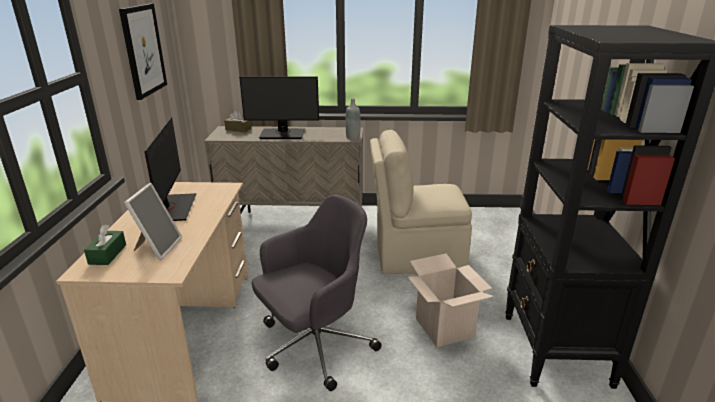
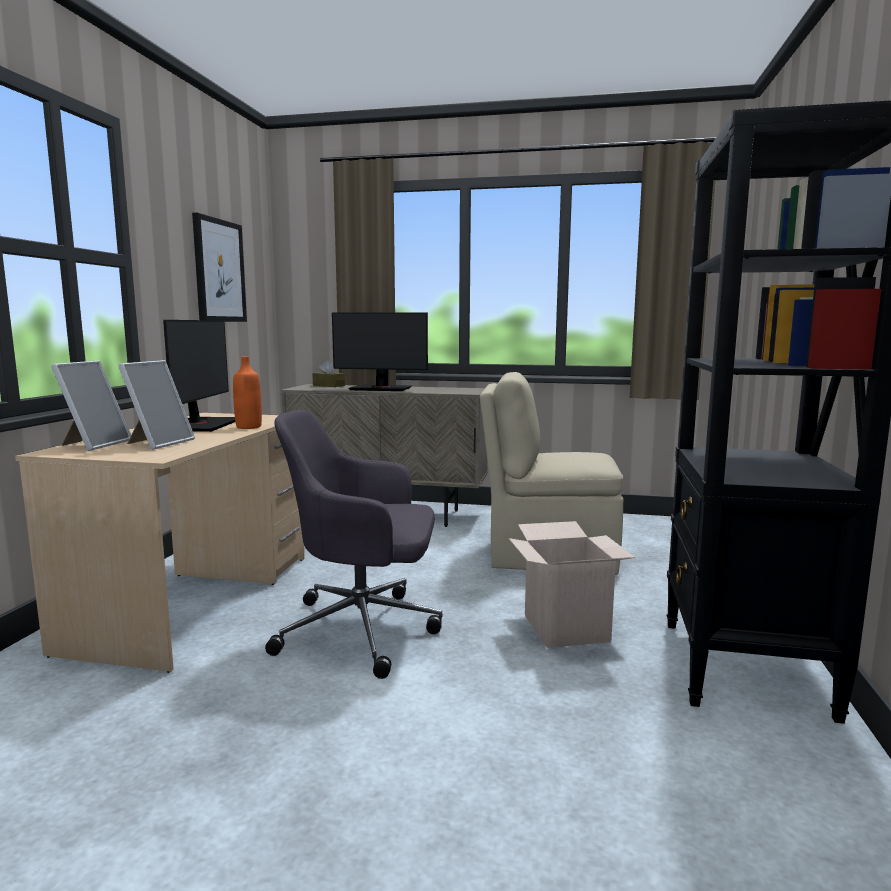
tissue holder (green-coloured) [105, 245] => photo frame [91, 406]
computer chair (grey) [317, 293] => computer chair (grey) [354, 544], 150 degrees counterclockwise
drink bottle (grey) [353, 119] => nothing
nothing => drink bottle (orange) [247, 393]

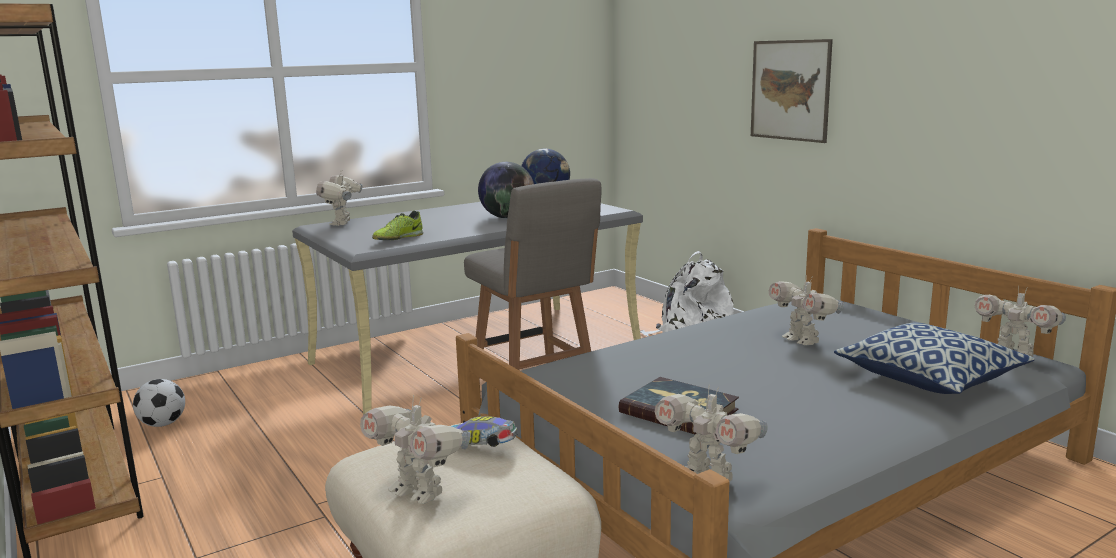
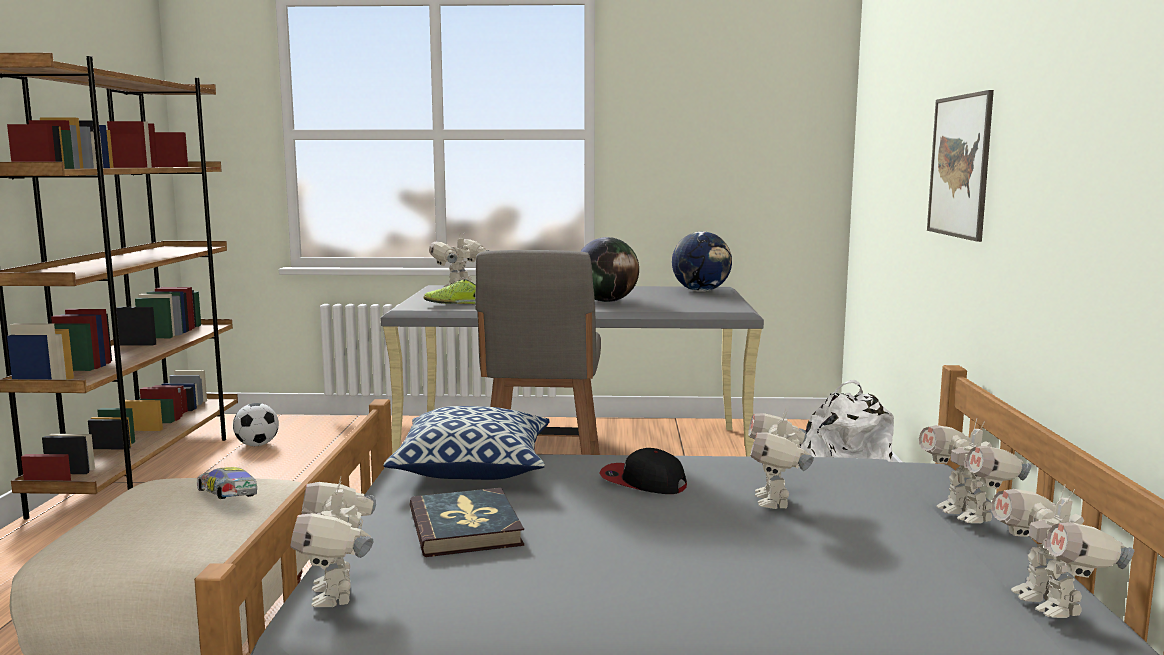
robot figure [415, 449] => robot figure [975, 471], move
pillow [934, 358] => pillow [467, 443], move
nothing => baseball cap [643, 471]

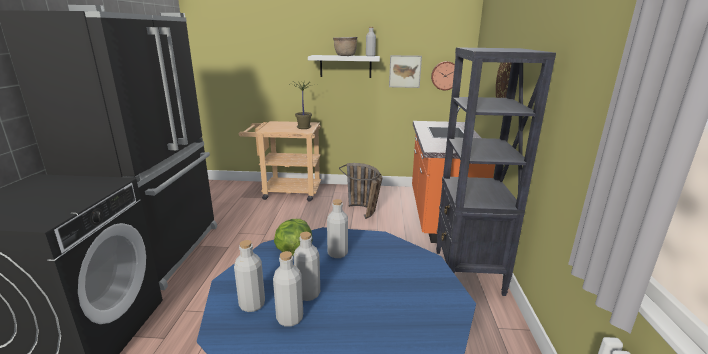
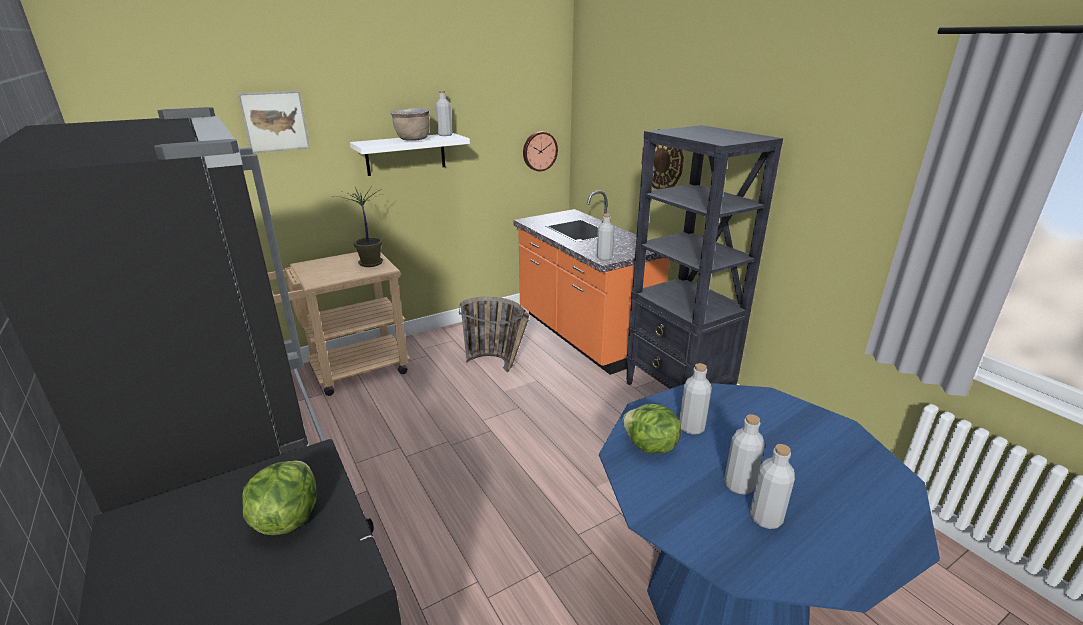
drink bottle (grey) [249, 276] => drink bottle (grey) [605, 237], move
wall art [405, 71] => wall art [274, 122], move
nothing => head of lettuce [279, 498]

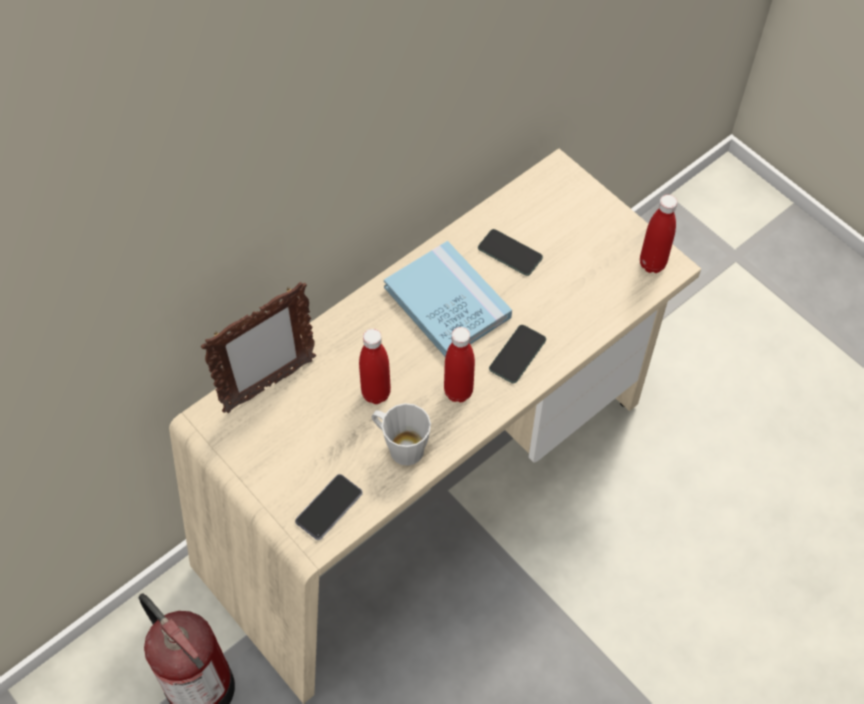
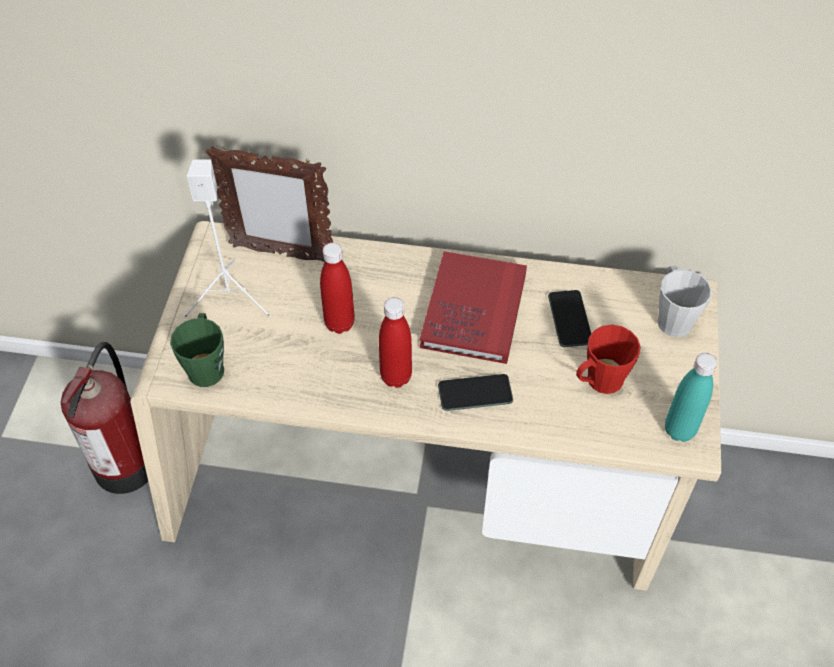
handset [329, 507] => mug (green-coloured) [197, 350]
mug (grey) [401, 434] => mug (grey) [684, 301], move
bound book (blue) [448, 299] => bound book (red-coloured) [473, 307]
drink bottle (red-coloured) [658, 234] => drink bottle (turquoise) [691, 397]
nothing => speaker (white) [227, 238]
nothing => mug (red-coloured) [608, 359]

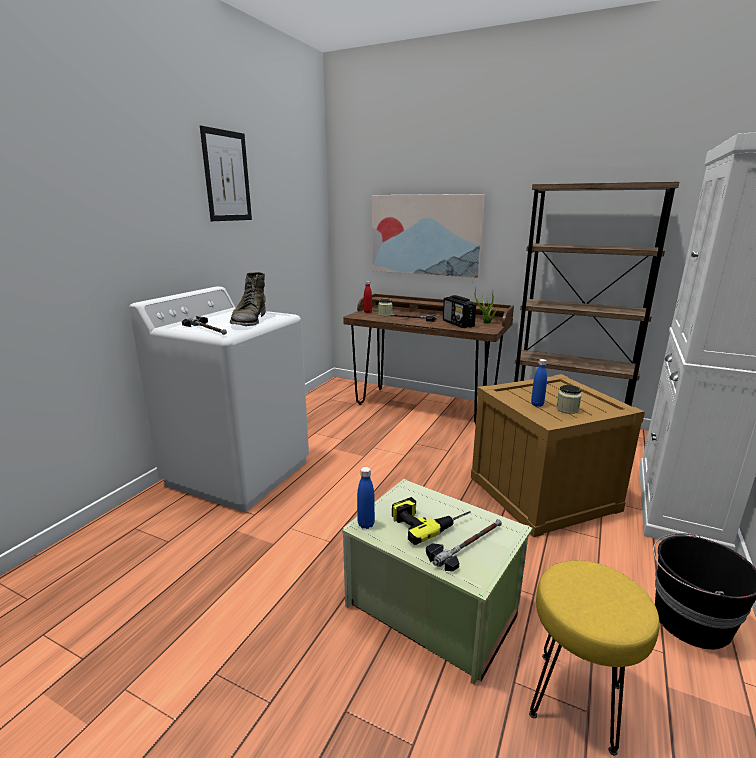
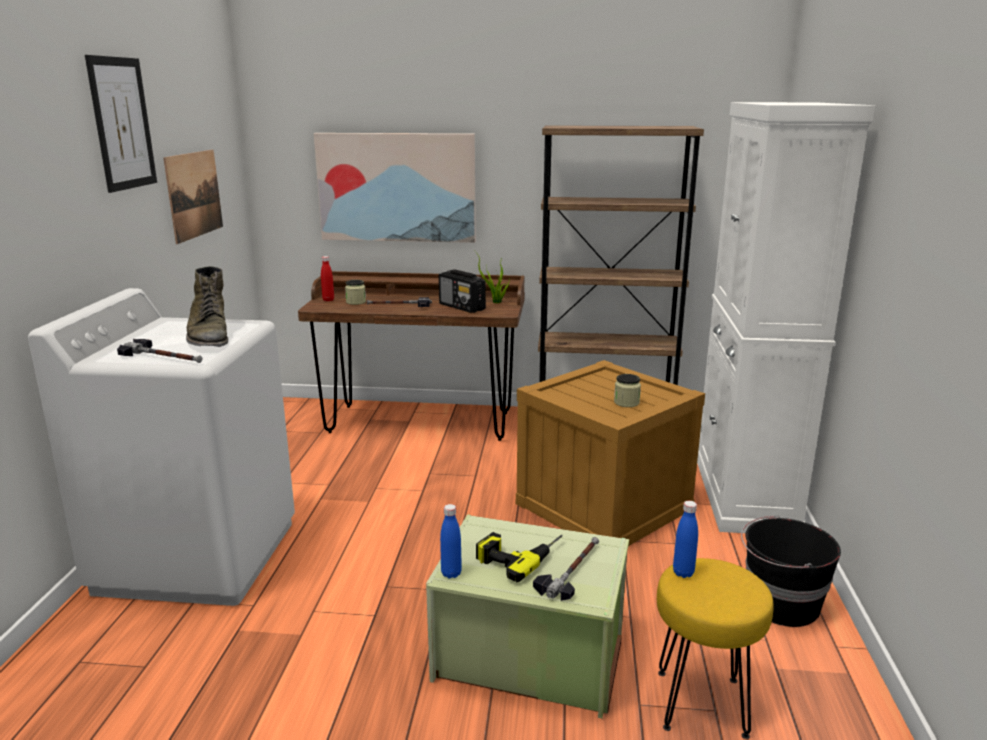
drink bottle (blue) [539, 383] => drink bottle (blue) [685, 539], move
nothing => wall art [193, 197]

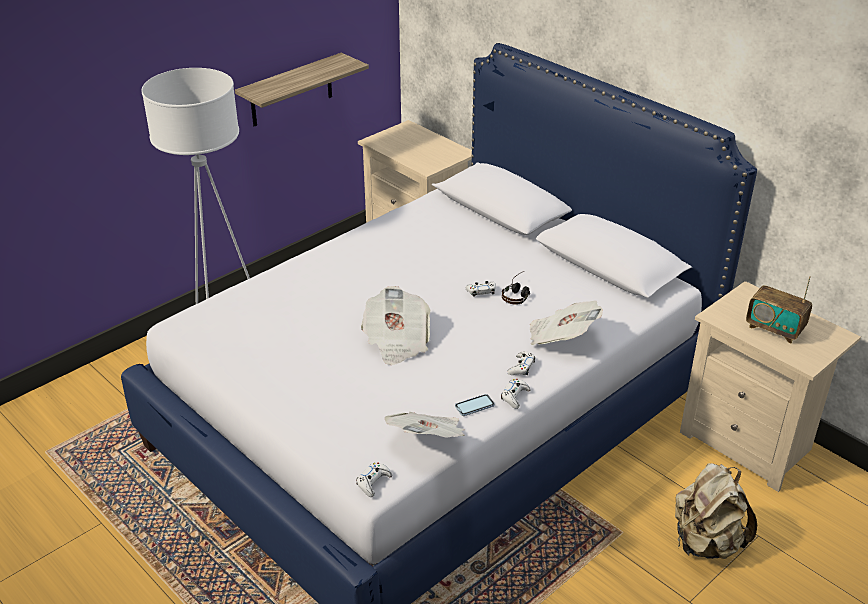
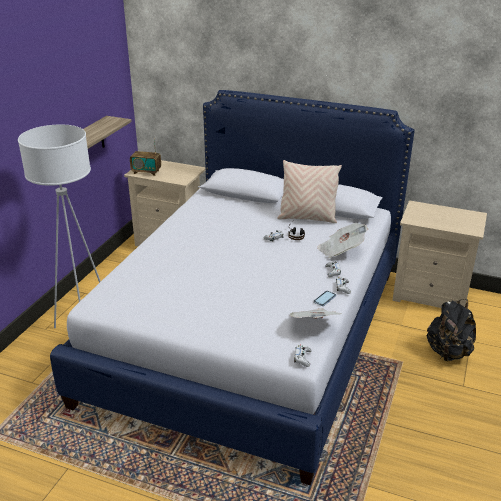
daily paper [395, 325] => nothing
knapsack (beige-coloured) [716, 511] => knapsack (blackish) [451, 330]
radio set [779, 309] => radio set [145, 157], move
nothing => pillow (beige-coloured) [309, 191]

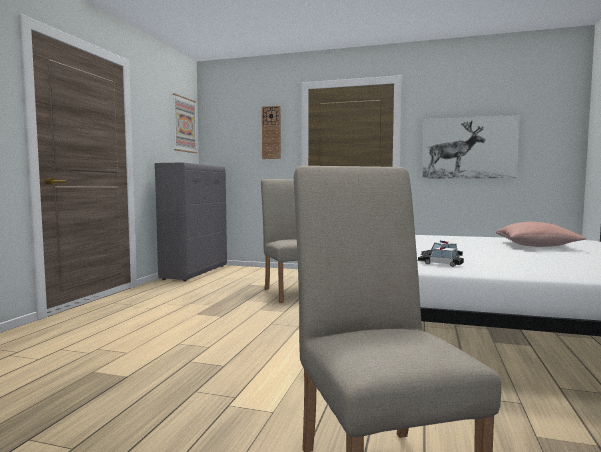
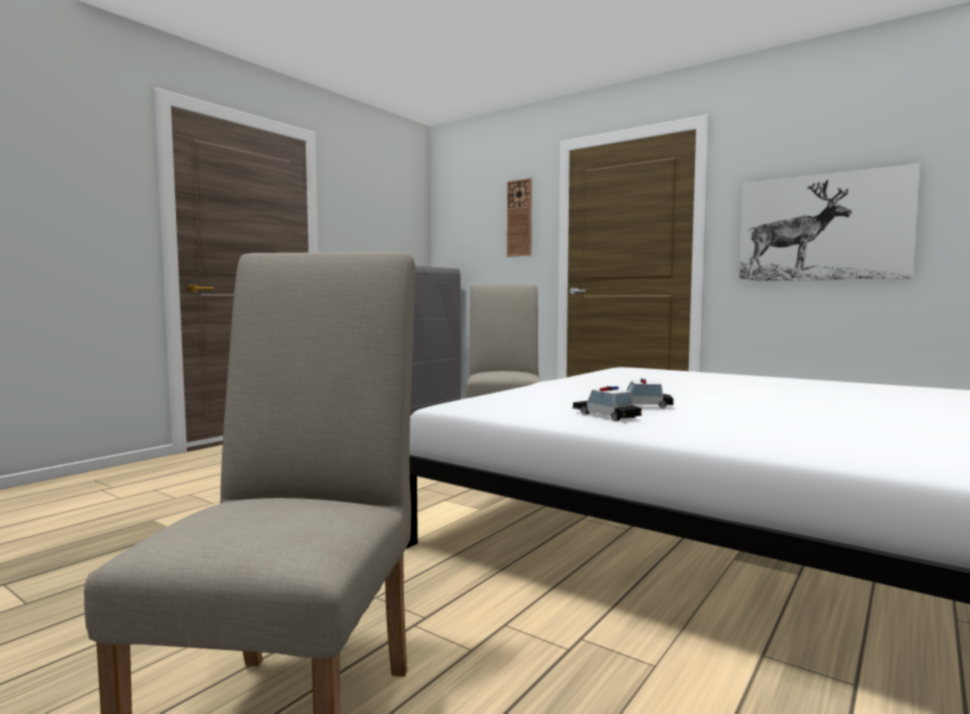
wall art [185, 123] => nothing
pillow (pink-coloured) [540, 234] => nothing

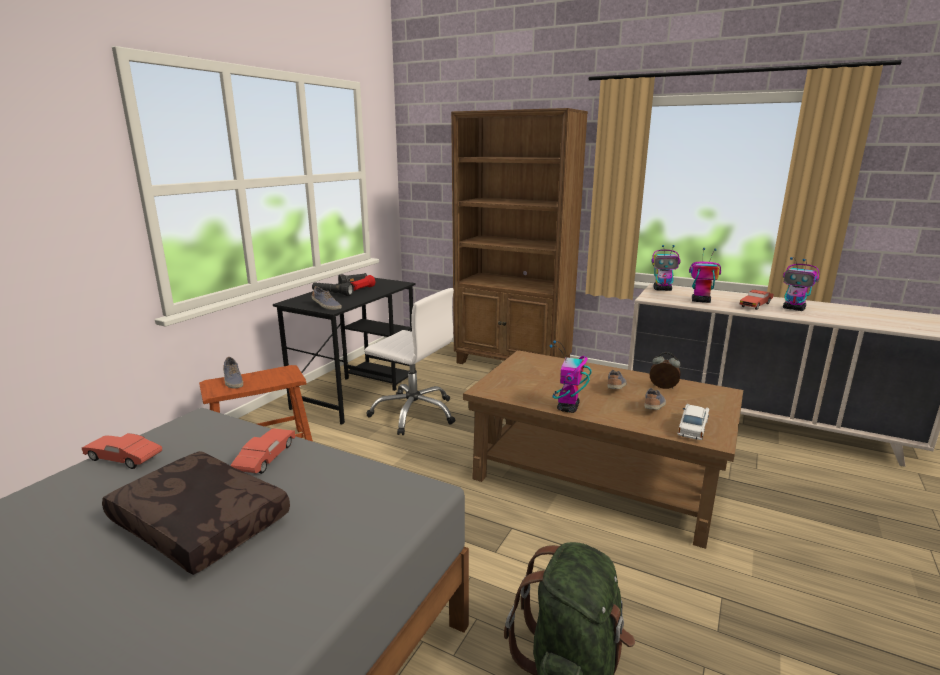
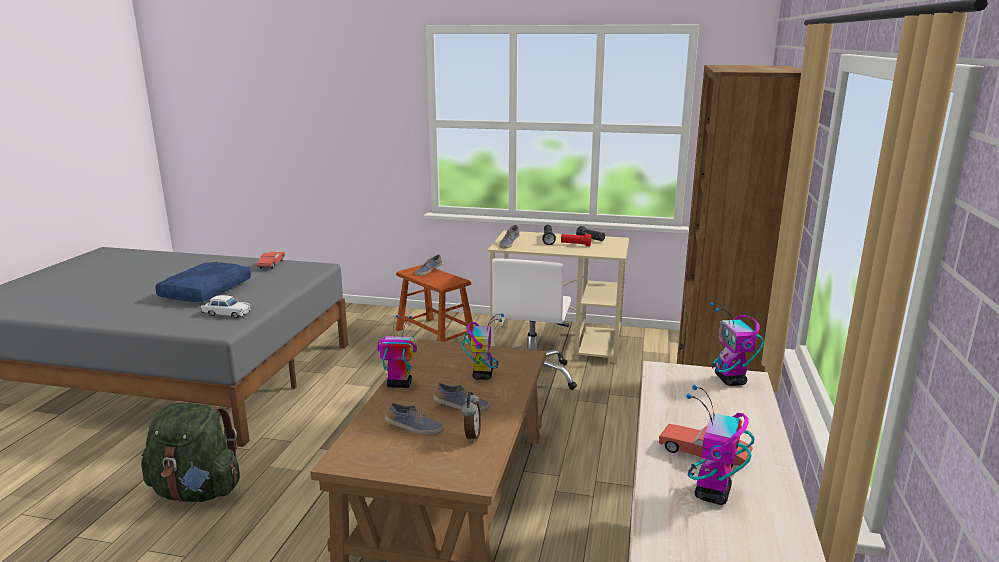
pillow (brownish) [196, 513] => pillow (blue) [203, 282]
toy car (red-coloured) [262, 451] => nothing
desk (blackish) [344, 351] => desk (beige-coloured) [558, 297]
toy car (white) [693, 422] => toy car (white) [225, 306], move
robot figure [705, 275] => robot figure [483, 347], move

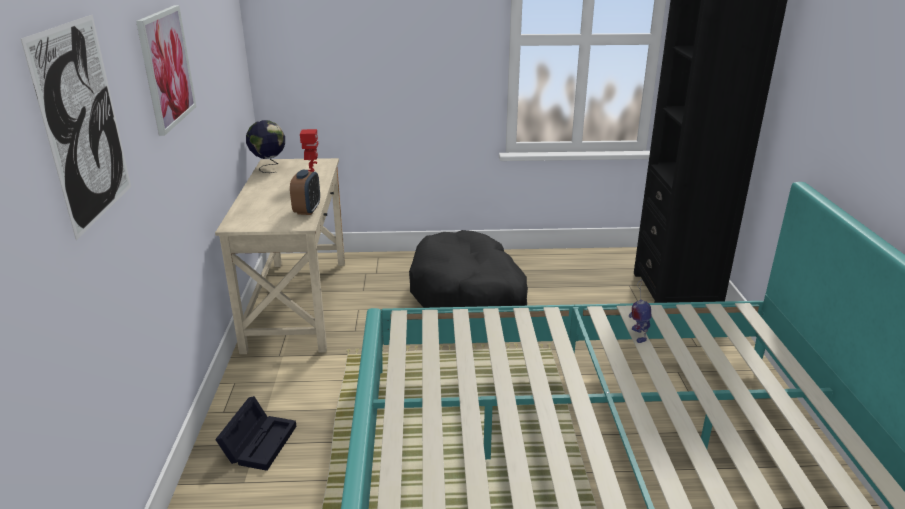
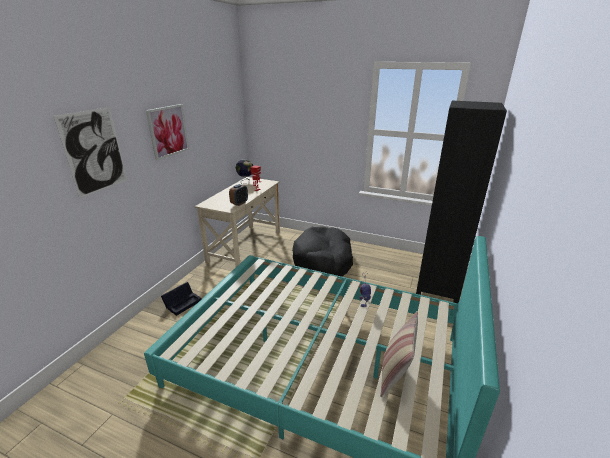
nothing => pillow [399, 354]

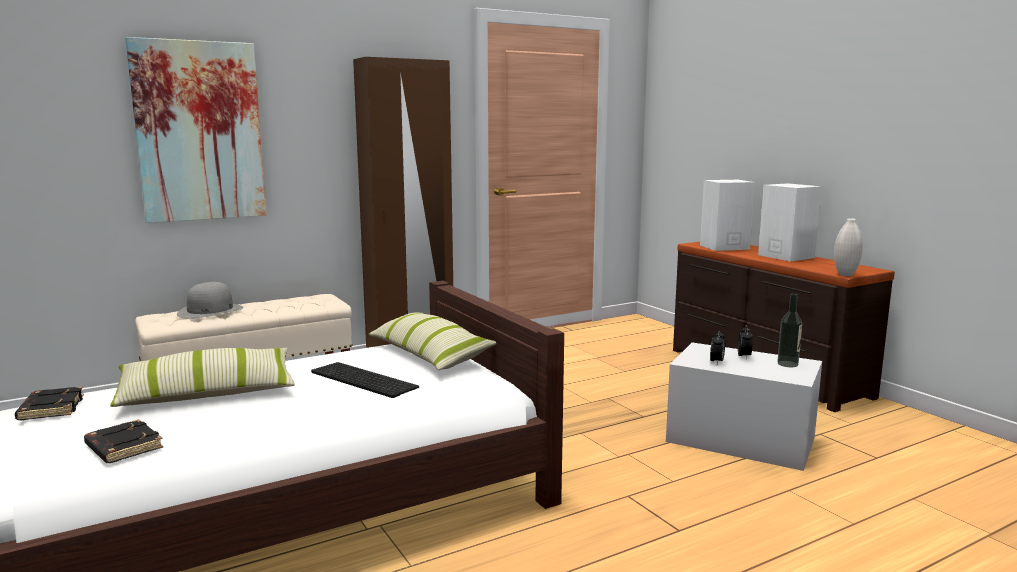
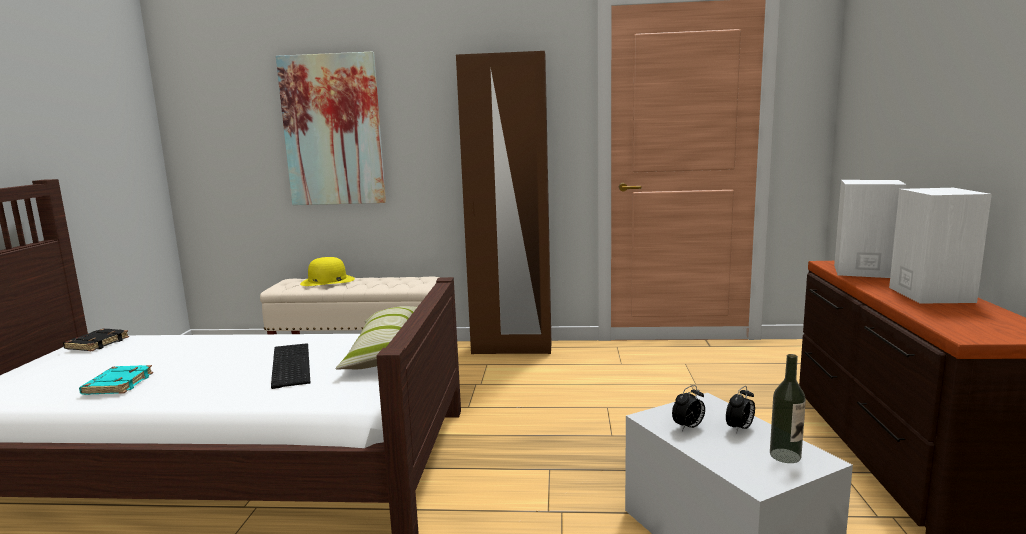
bound book (blackish) [123, 441] => nothing
pillow [202, 377] => nothing
clothing hat (grey) [210, 300] => clothing hat (yellowish) [327, 271]
vase (white) [848, 247] => nothing
nothing => bound book (turquoise) [116, 380]

